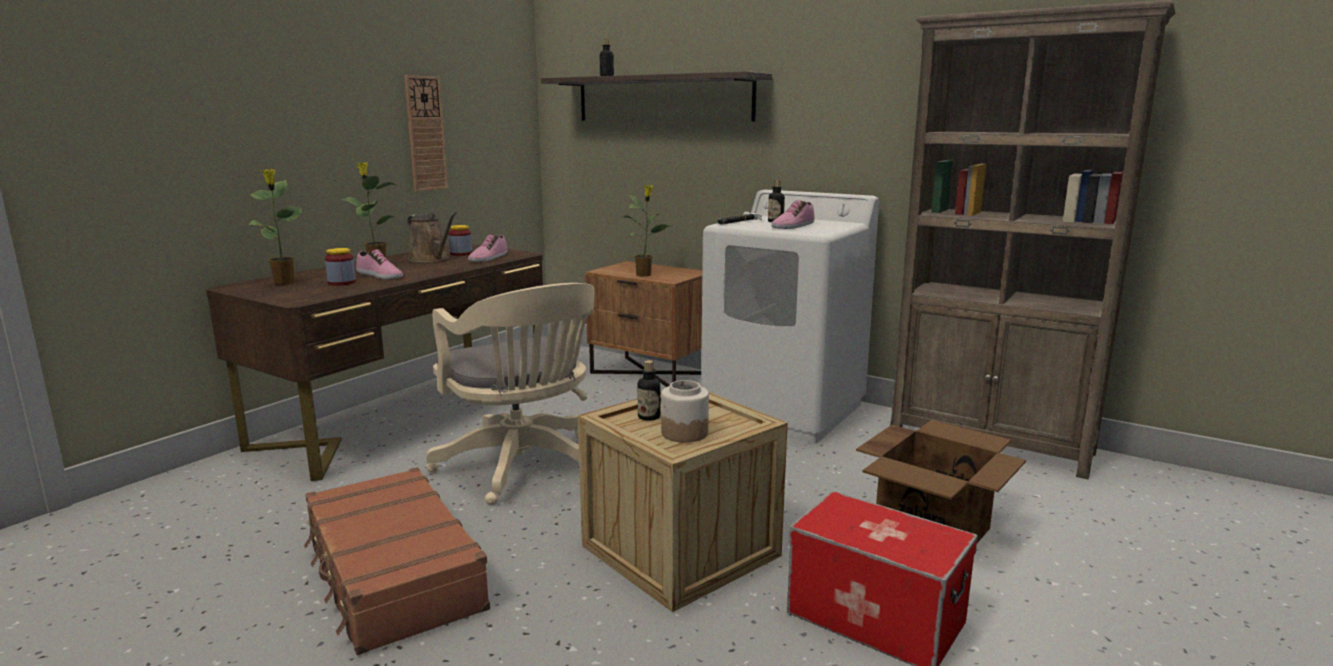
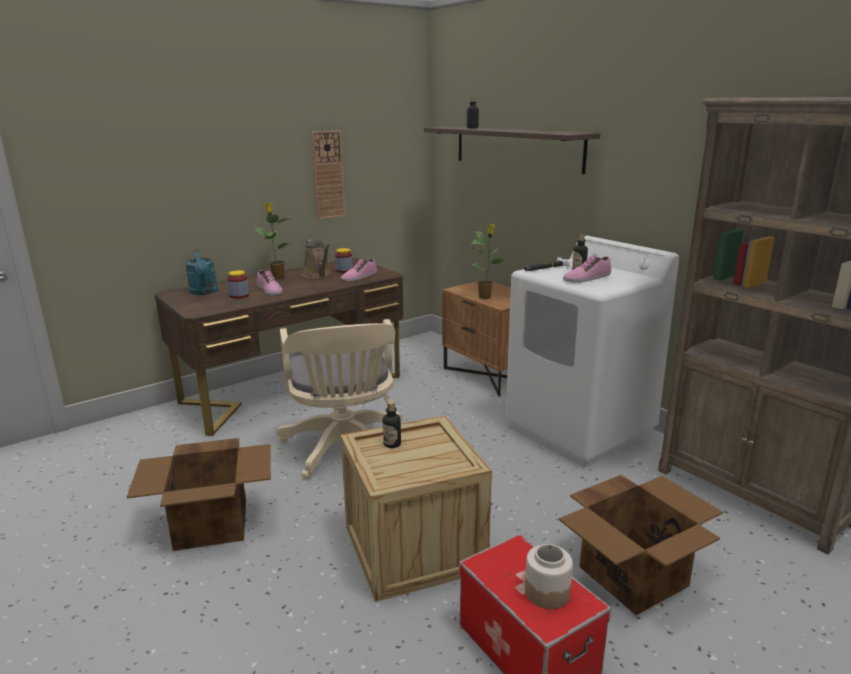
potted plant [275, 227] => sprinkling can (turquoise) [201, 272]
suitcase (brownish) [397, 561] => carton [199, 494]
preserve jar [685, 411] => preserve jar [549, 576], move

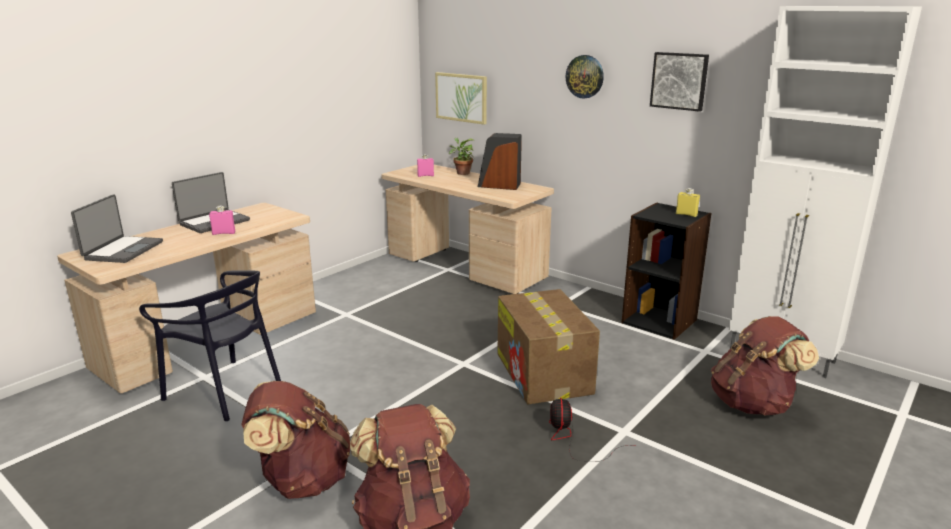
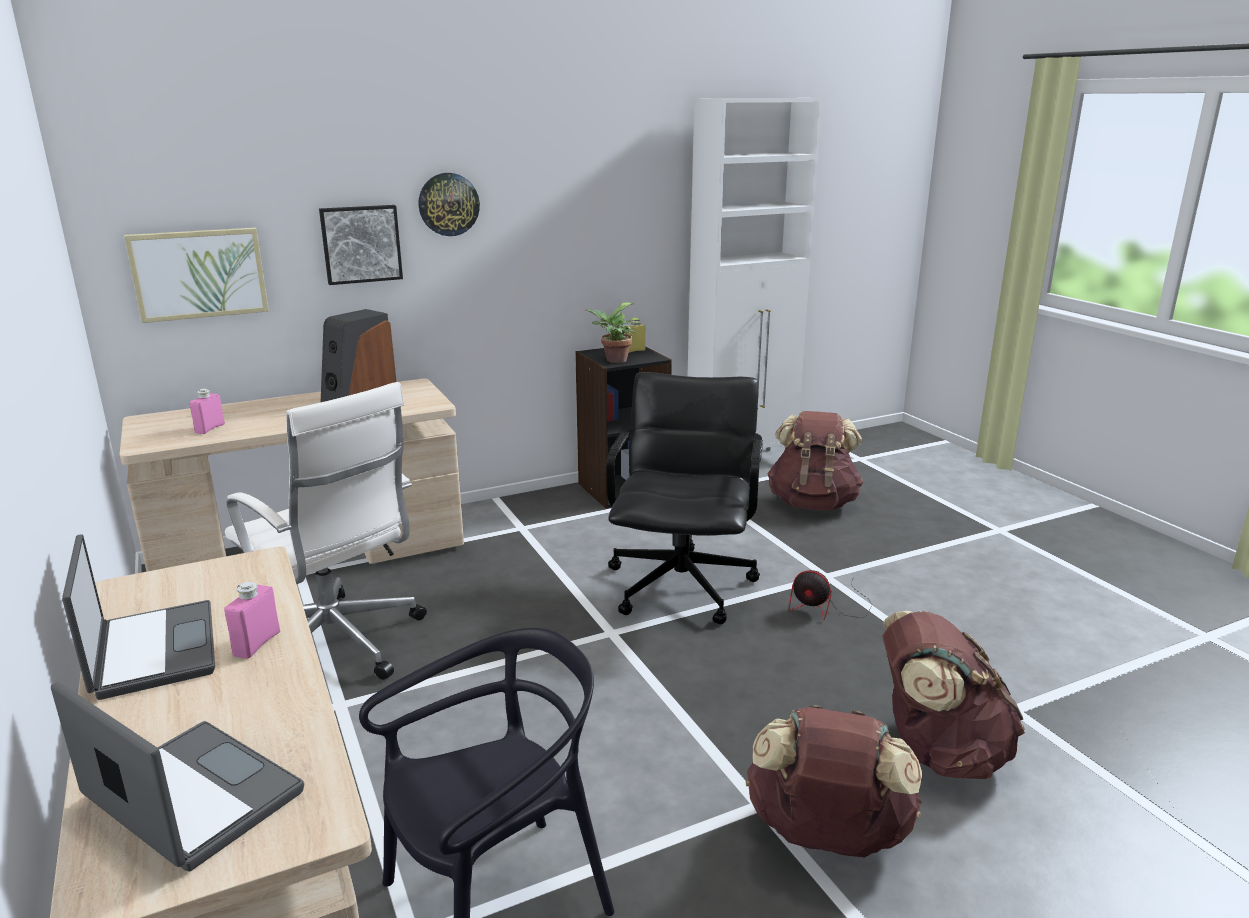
potted plant [462, 156] => potted plant [613, 333], move
carton [548, 346] => computer chair (blackish) [685, 498]
wall art [679, 82] => wall art [361, 245], move
nothing => computer chair (white) [326, 531]

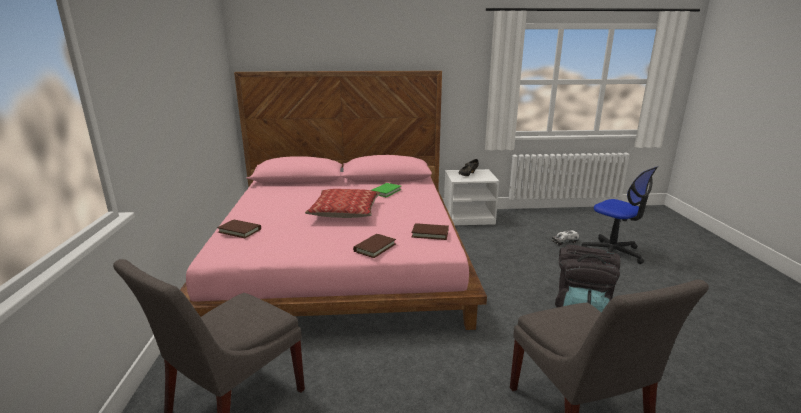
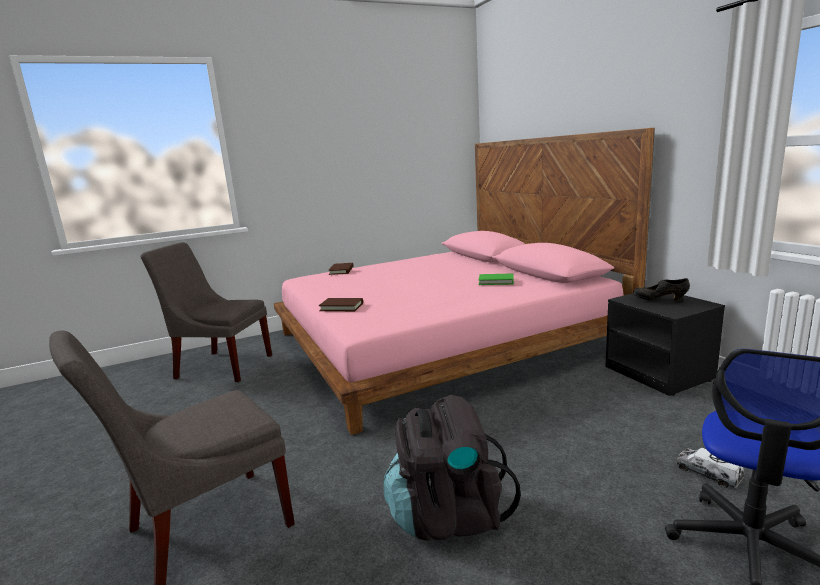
pillow [343, 203] => nothing
bound book (brownish) [430, 231] => nothing
nightstand (white) [471, 197] => nightstand (blackish) [665, 344]

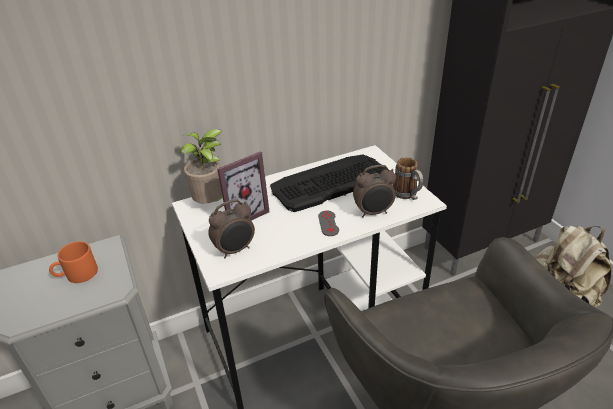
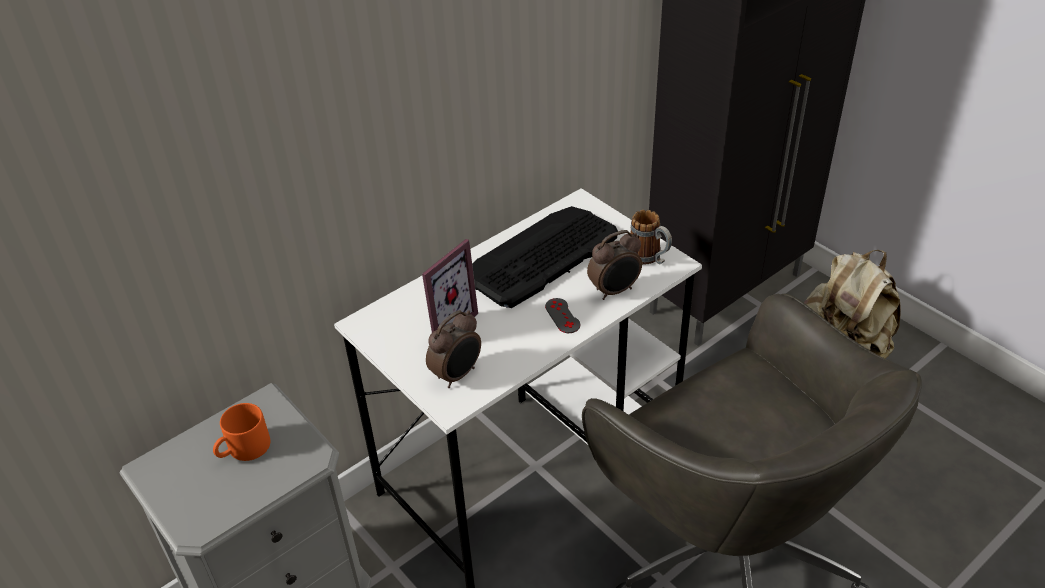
potted plant [201, 166] => nothing

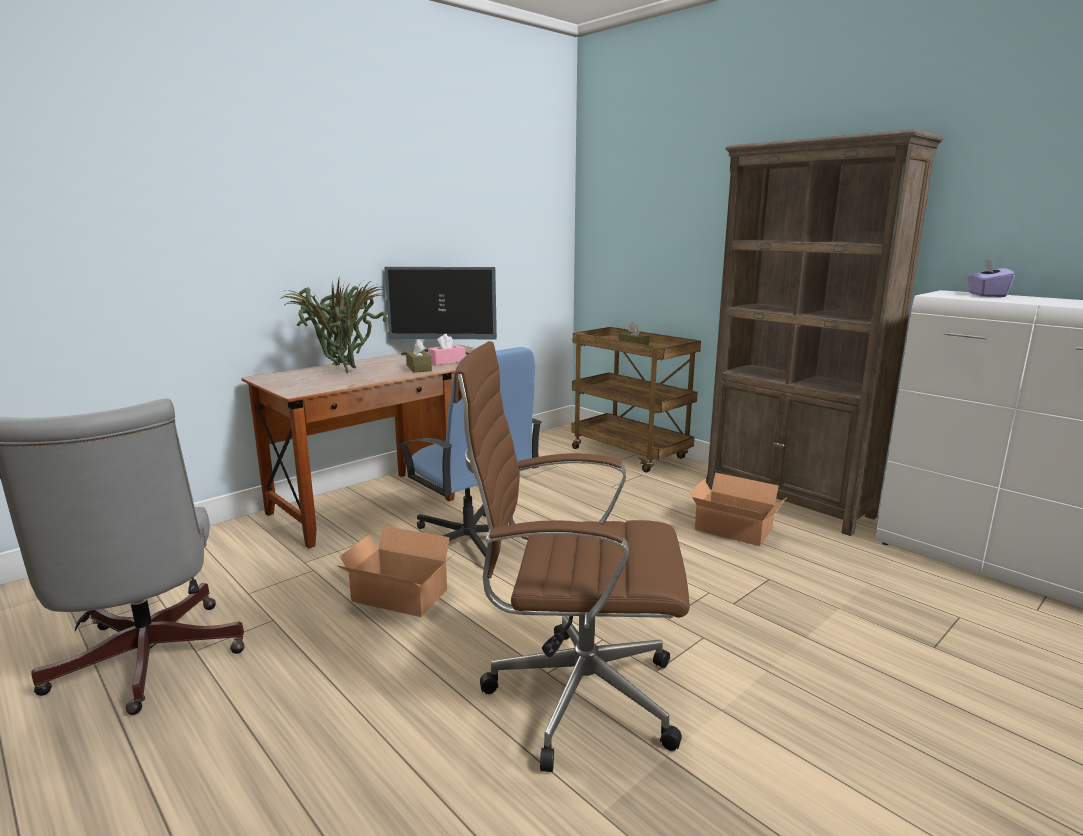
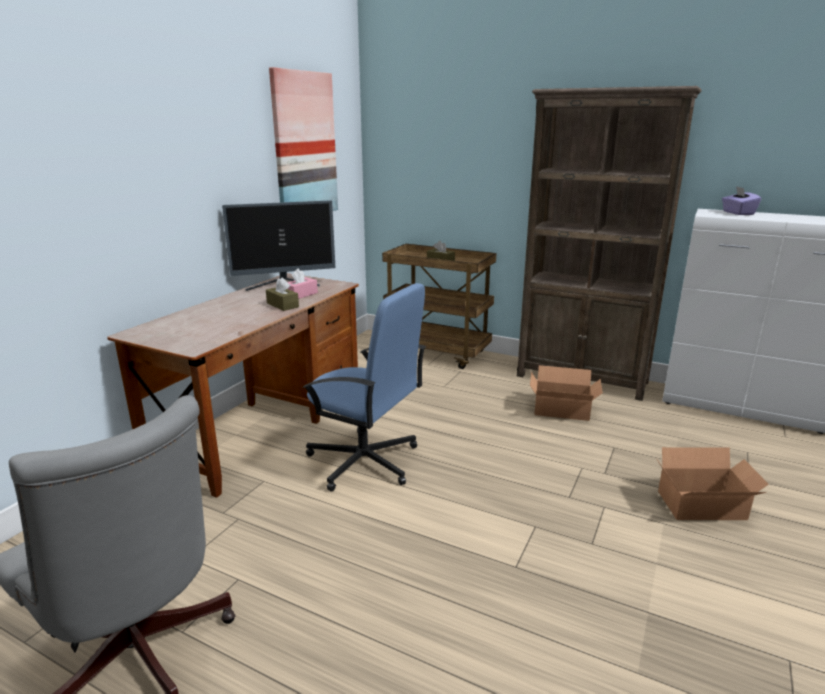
potted plant [333, 326] => nothing
carton [395, 571] => carton [712, 483], move
computer chair (brownish) [571, 556] => nothing
nothing => wall art [303, 139]

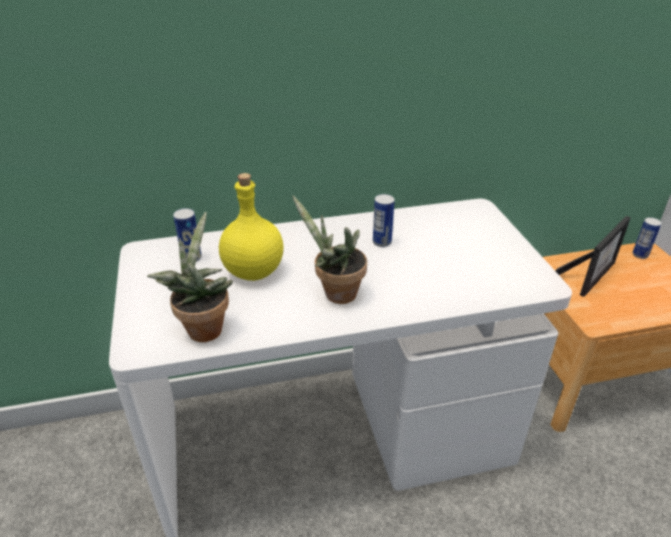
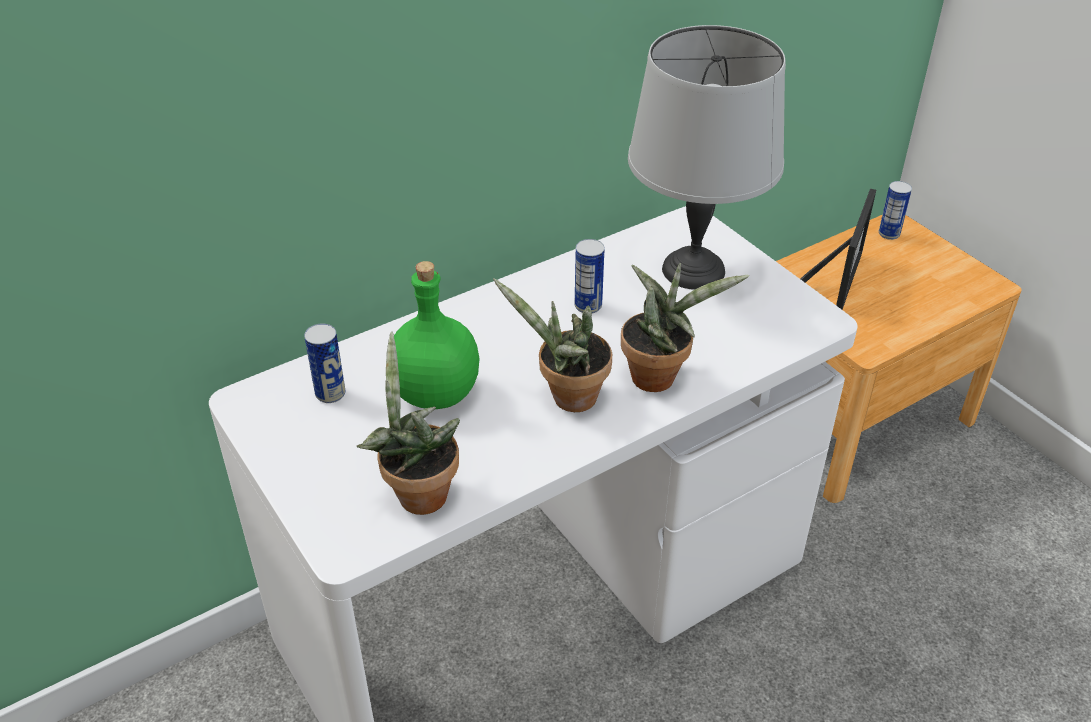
drink bottle (yellowish) [251, 227] => drink bottle (green-coloured) [436, 335]
nothing => potted plant [685, 327]
nothing => table lamp (grey) [707, 157]

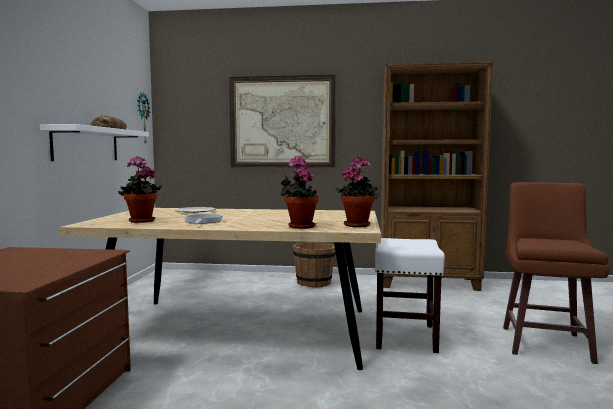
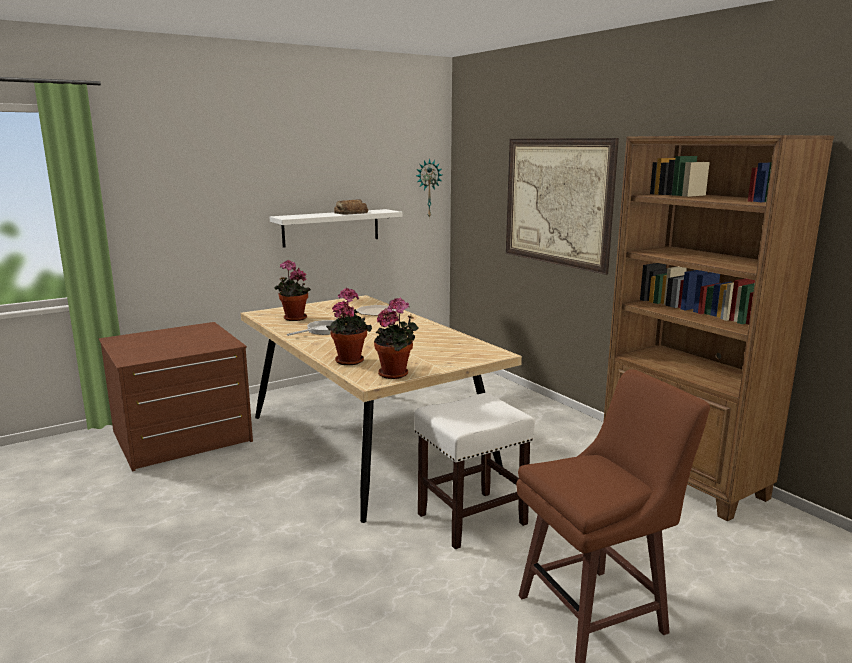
bucket (brownish) [314, 264] => nothing

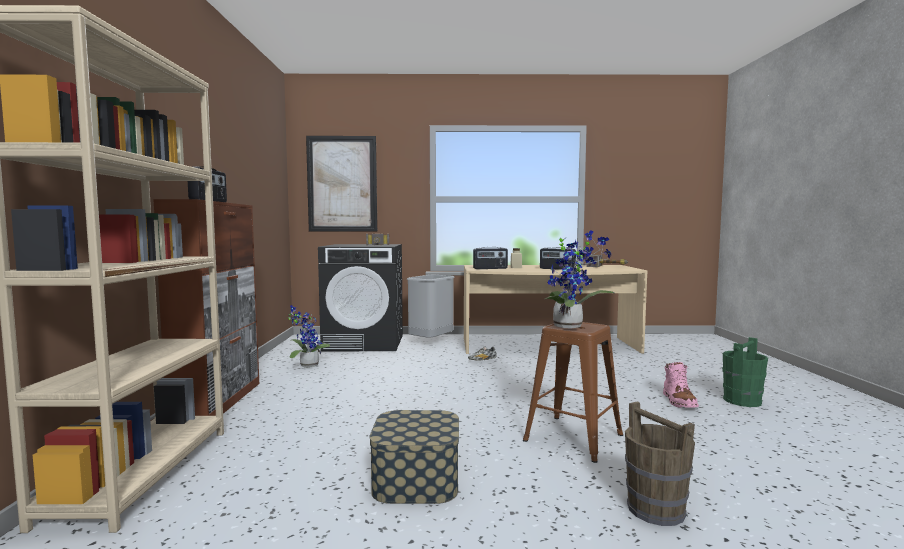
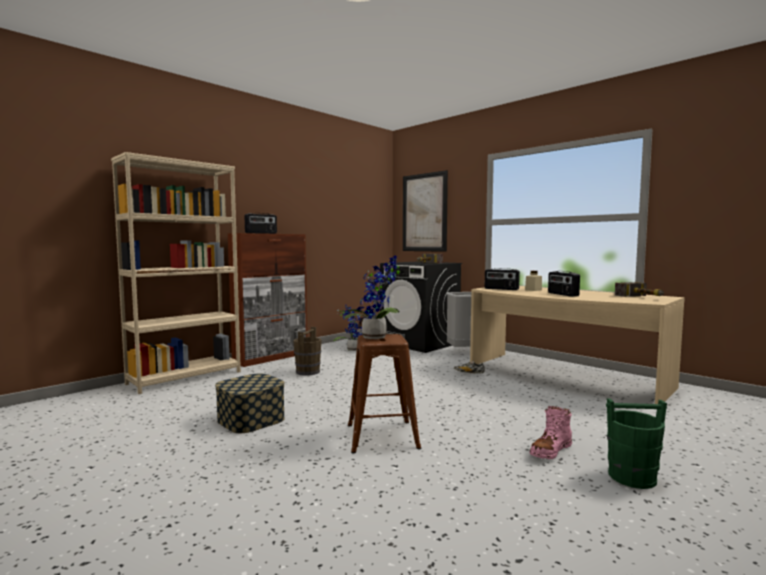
bucket (brownish) [660, 463] => bucket (brownish) [307, 351], move

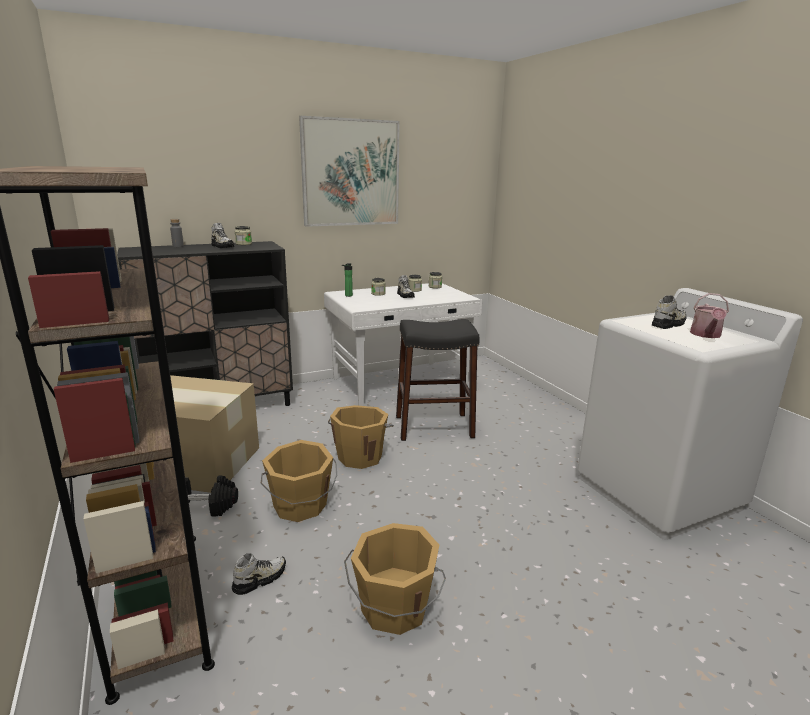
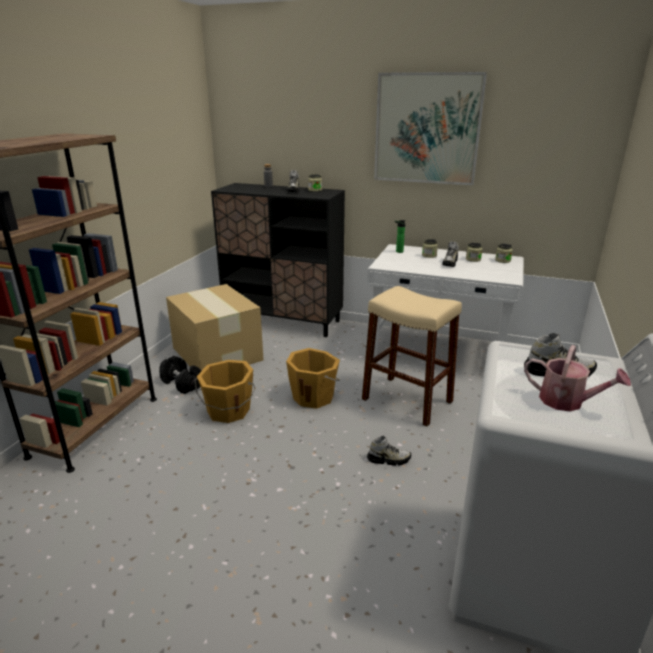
shoe [259, 574] => shoe [389, 451], move
bucket (orange) [395, 579] => nothing
sitting stool (blackish) [438, 380] => sitting stool (beige-coloured) [412, 356]
sprinkling can [709, 315] => sprinkling can [577, 378], 120 degrees counterclockwise

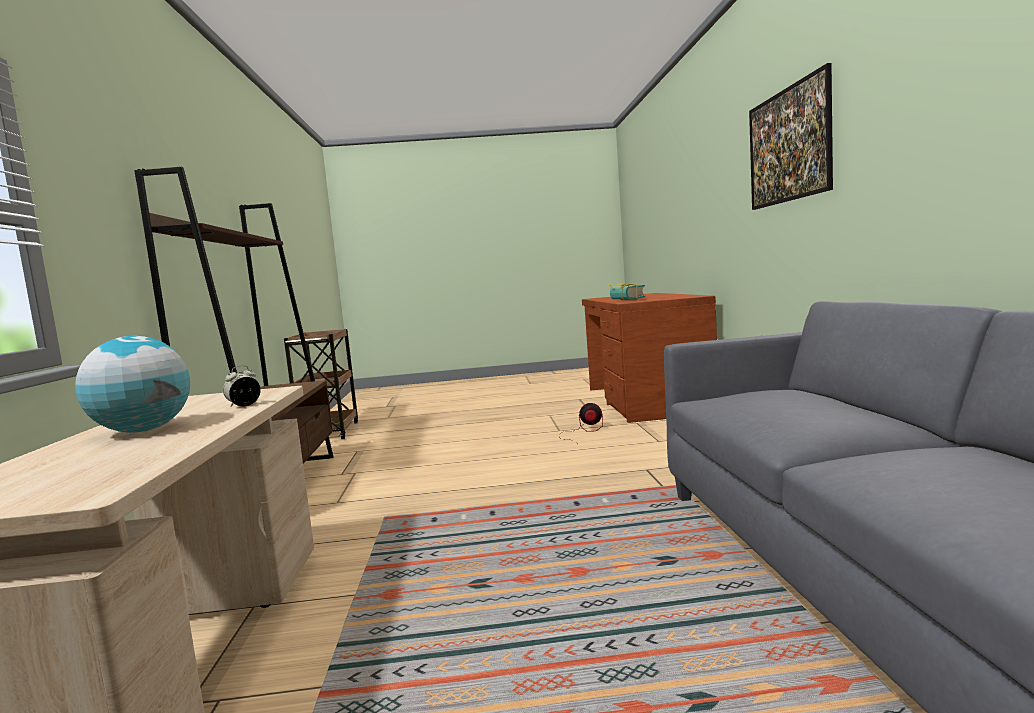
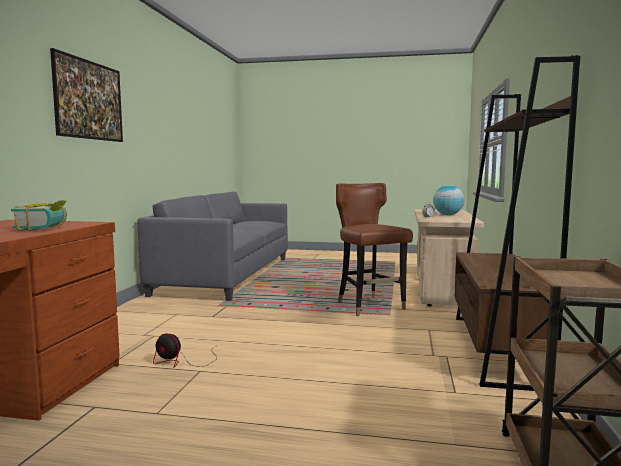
nothing => plain chair (brownish) [374, 249]

